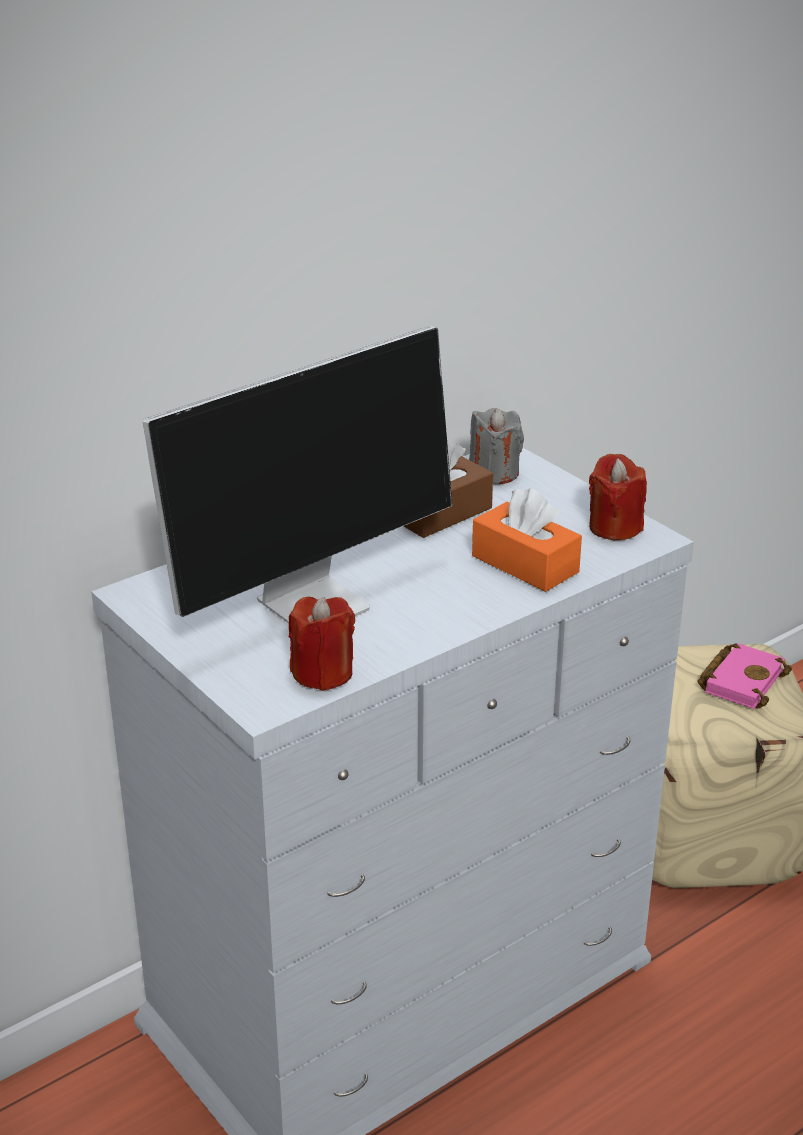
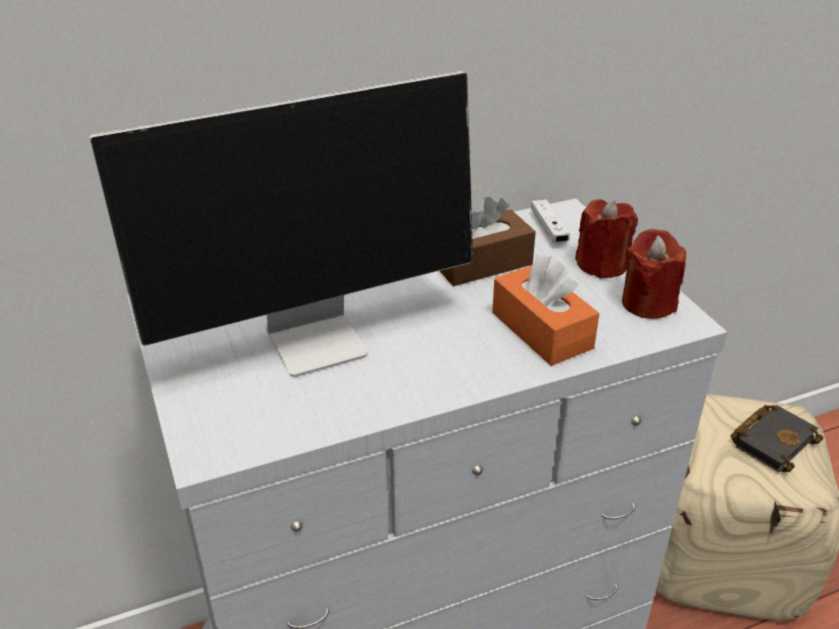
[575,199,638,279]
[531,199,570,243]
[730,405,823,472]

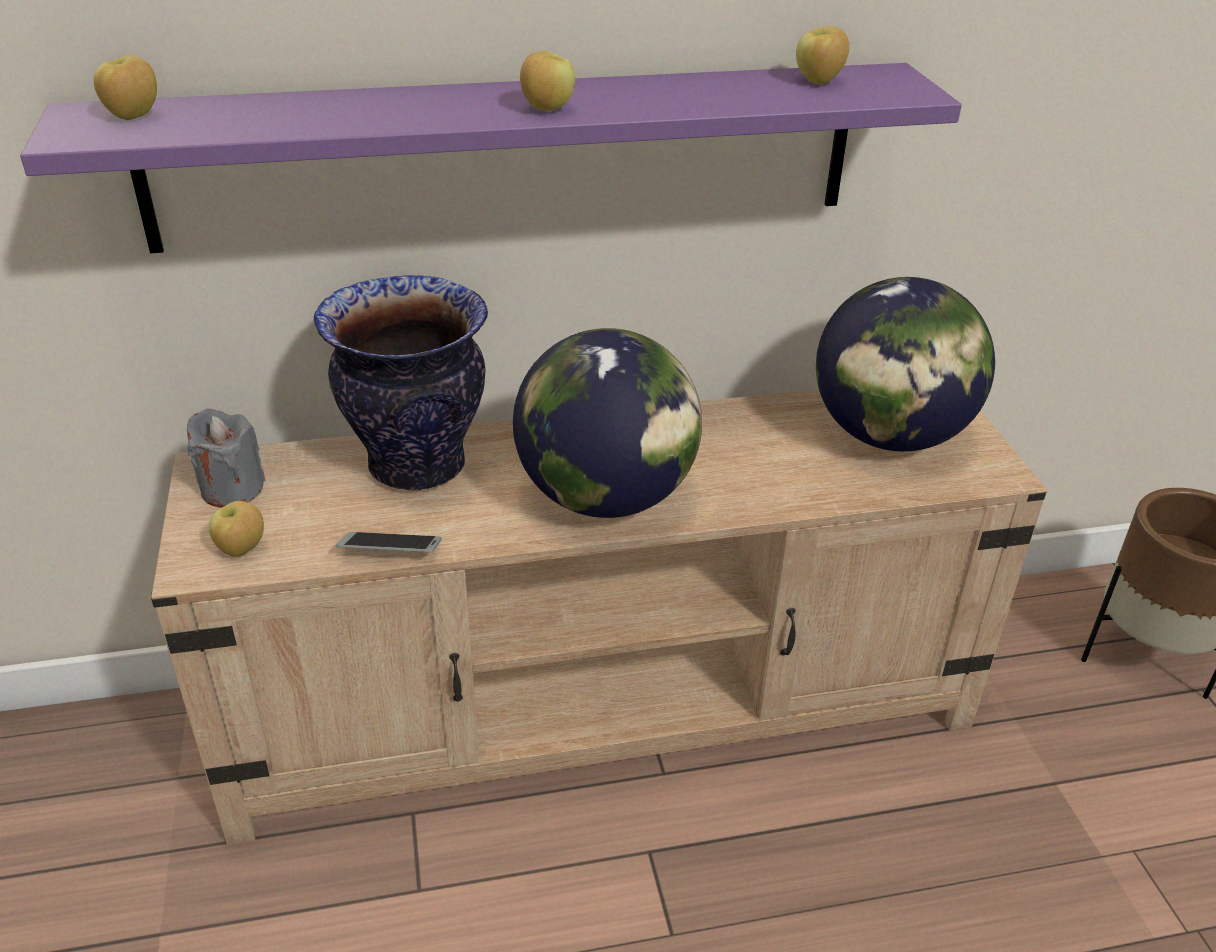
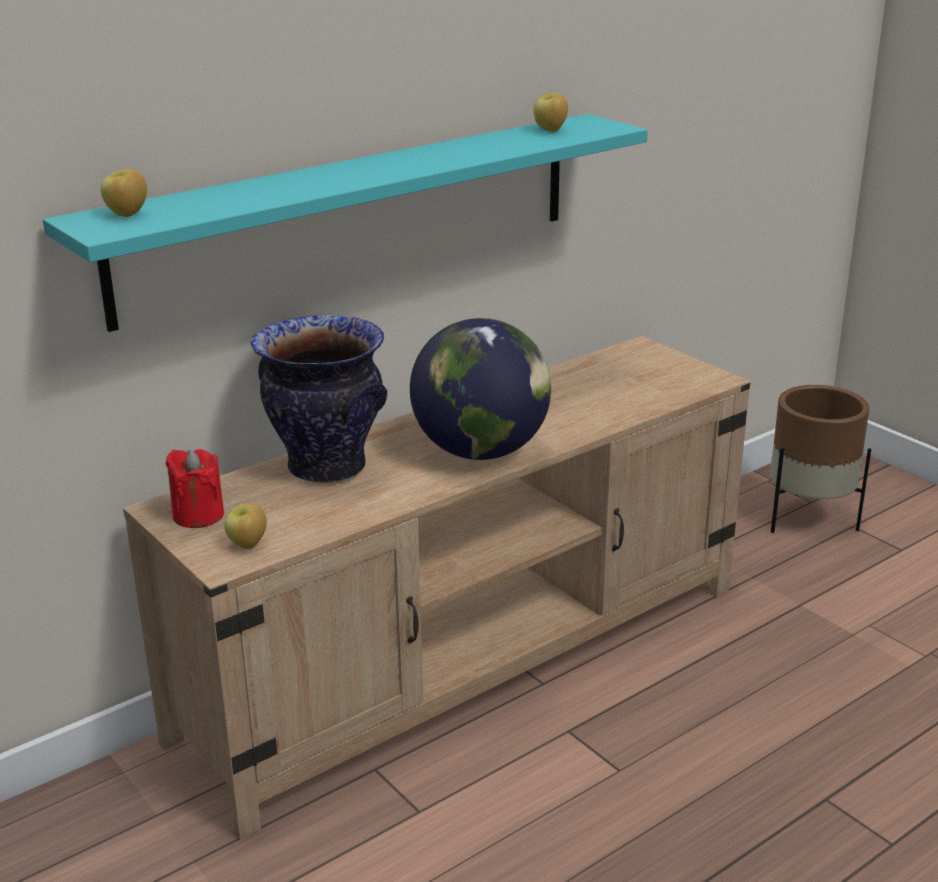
[43,114,648,332]
[165,449,224,528]
[336,532,442,552] (first image)
[520,51,575,111] (first image)
[816,277,995,451] (first image)

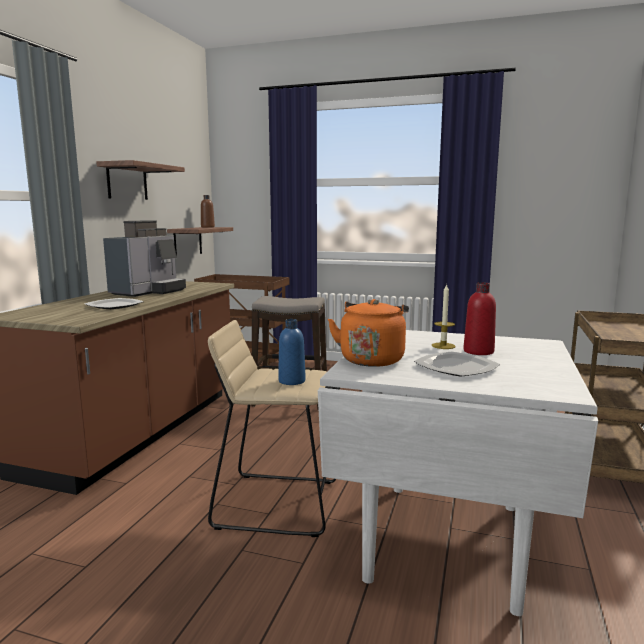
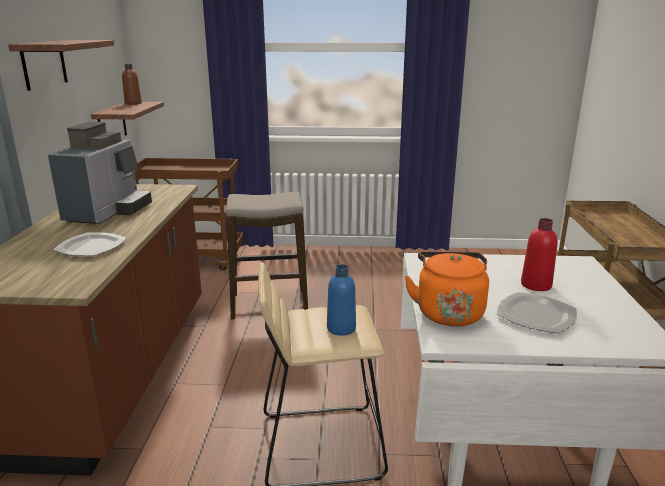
[432,284,456,349] (first image)

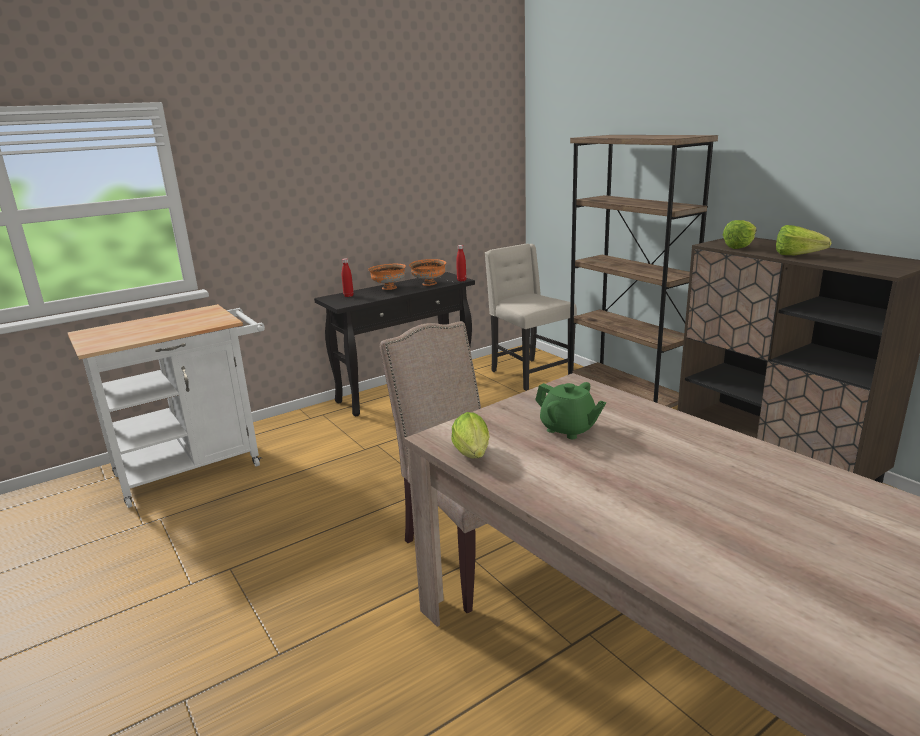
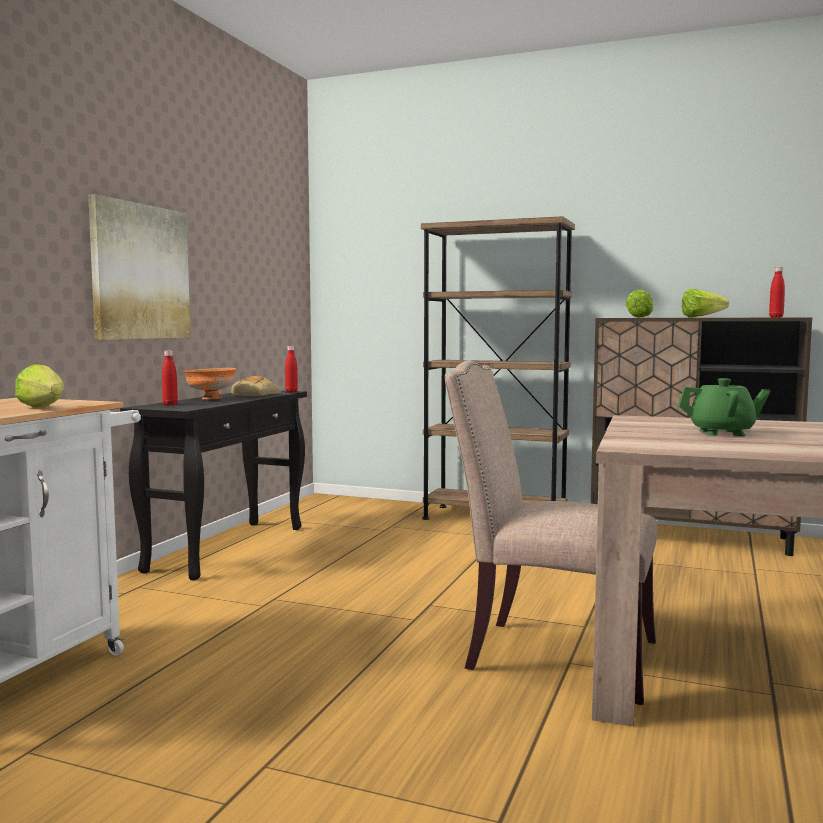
[231,376,281,396]
[15,364,64,408]
[485,244,577,391] (first image)
[88,194,190,340]
[769,267,785,317]

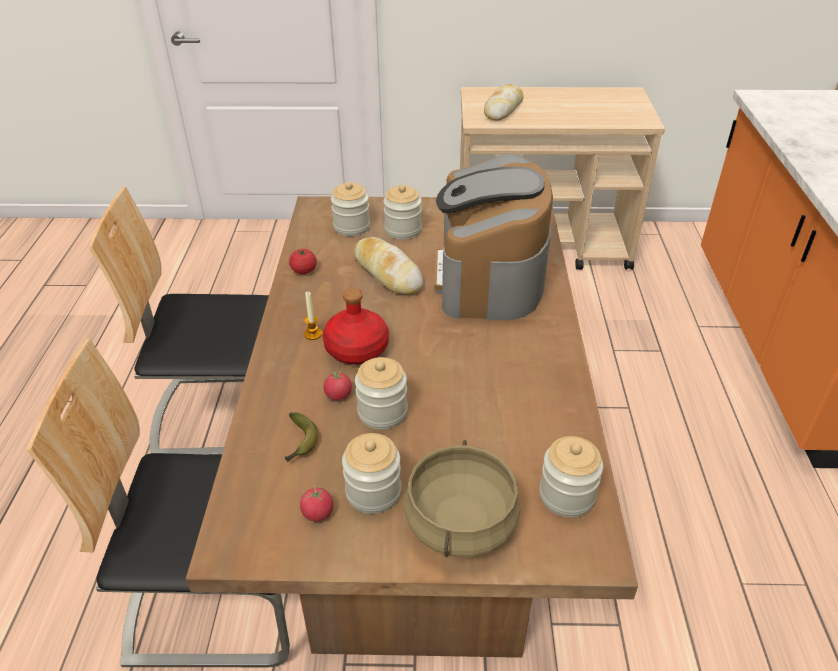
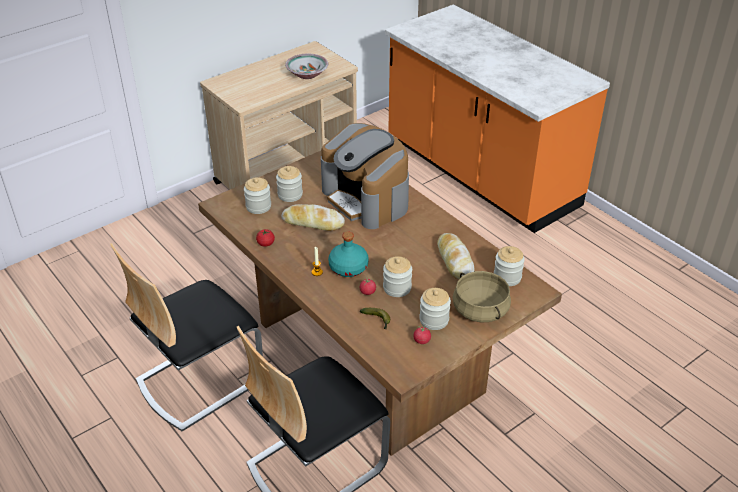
[328,232,369,277]
[437,233,475,279]
[285,53,328,79]

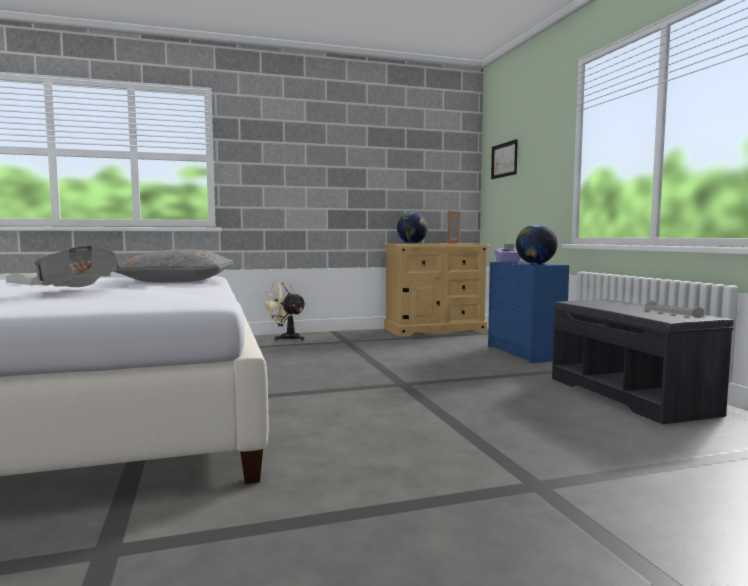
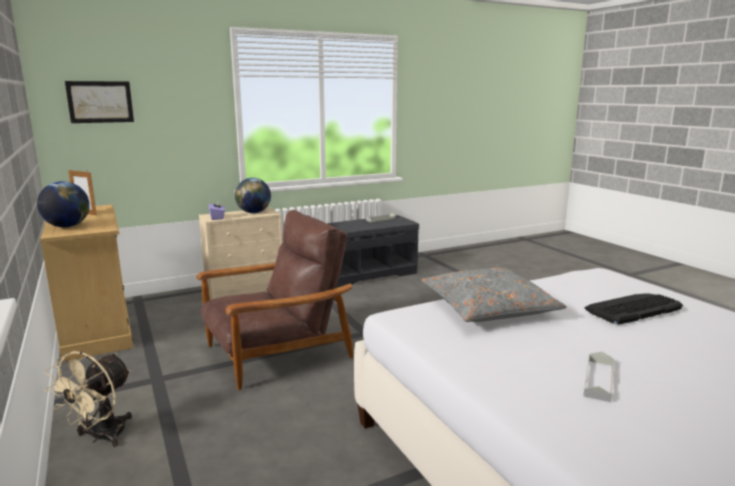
[584,293,683,324]
[199,207,282,300]
[196,210,353,390]

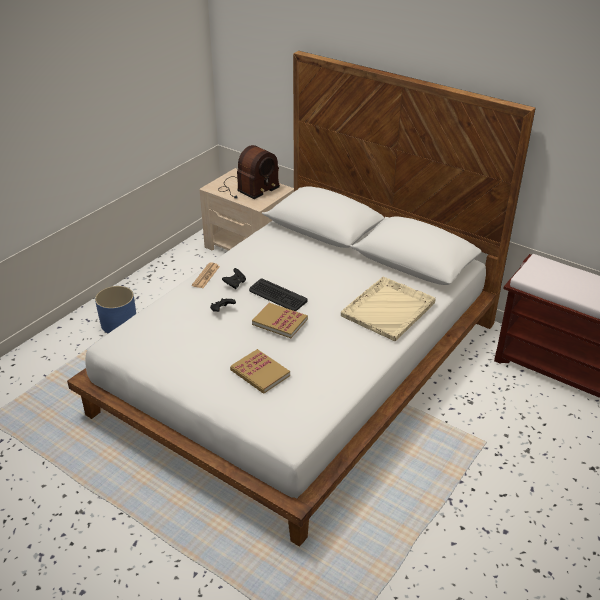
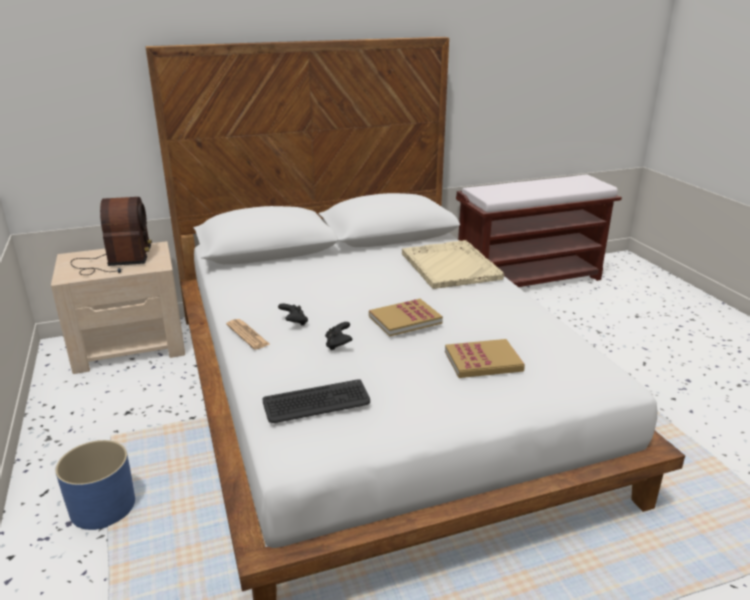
[262,379,370,423]

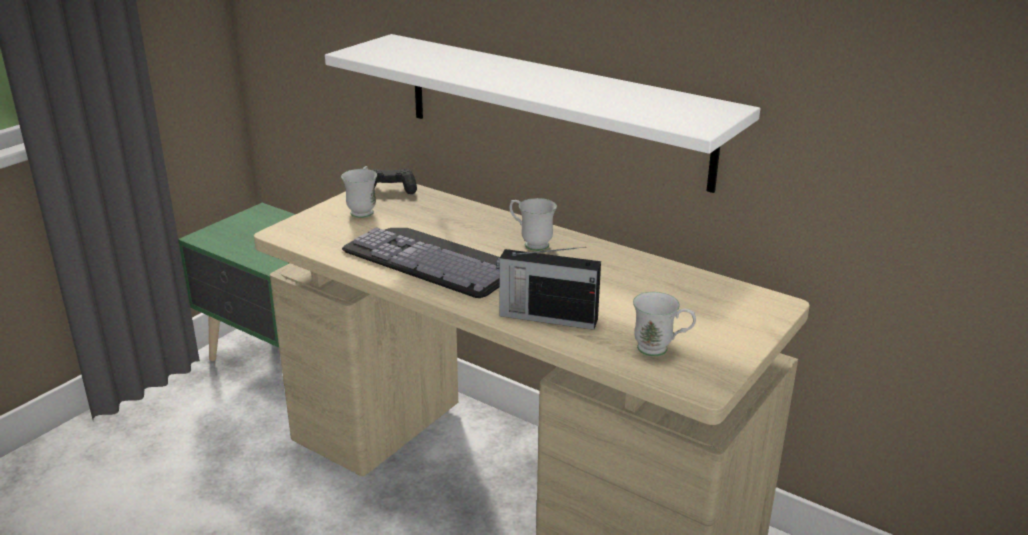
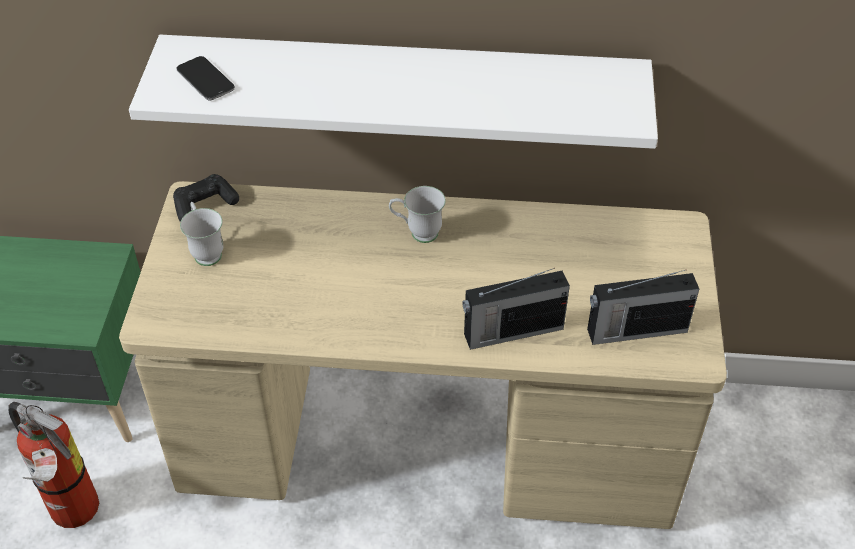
[342,227,499,298] (first image)
[587,270,699,345]
[8,402,99,528]
[176,56,235,100]

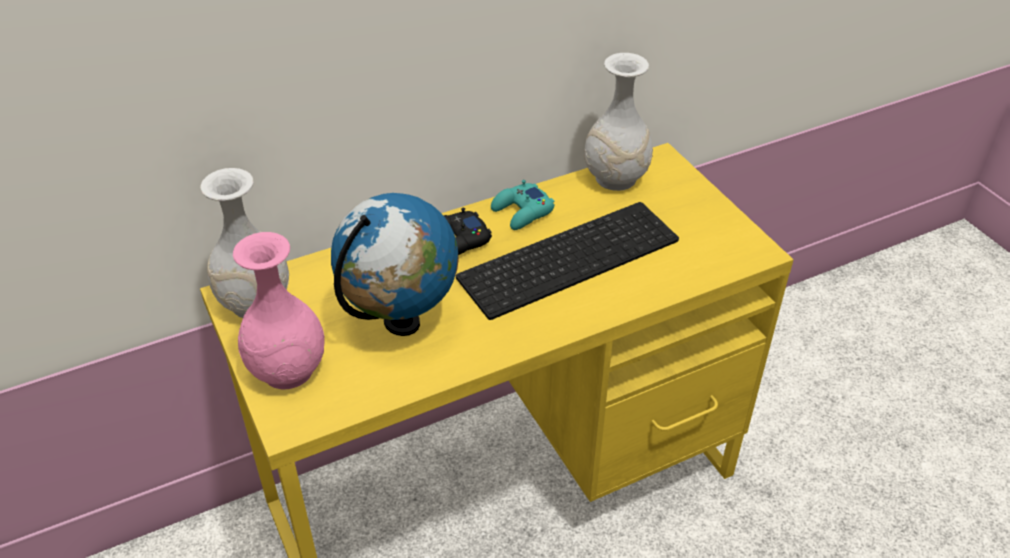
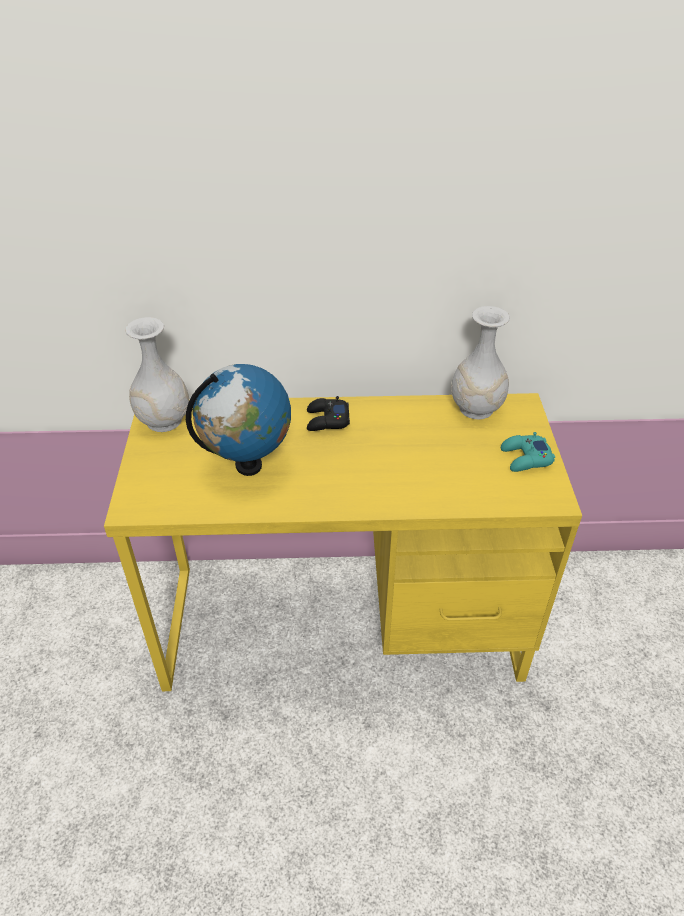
[233,232,325,389] (first image)
[456,202,679,320] (first image)
[501,432,555,472]

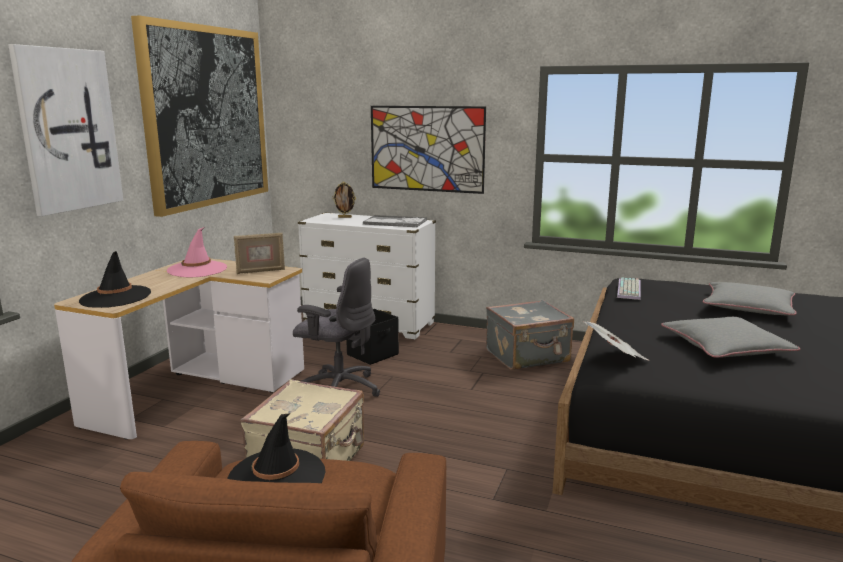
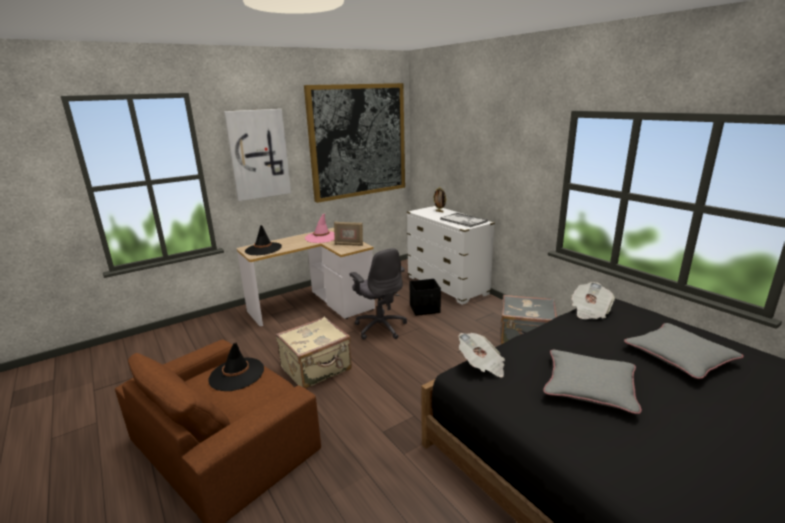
[371,106,486,194] (first image)
[571,282,615,319]

